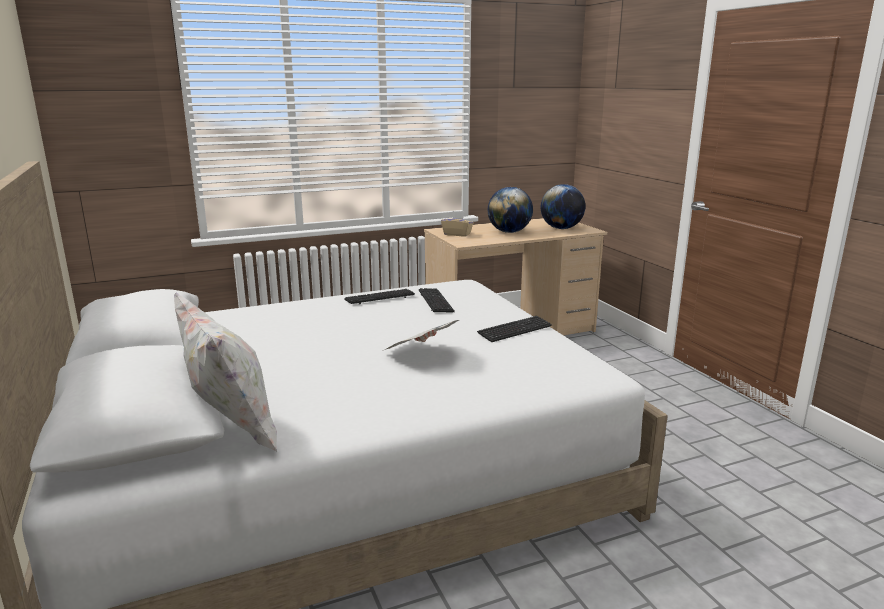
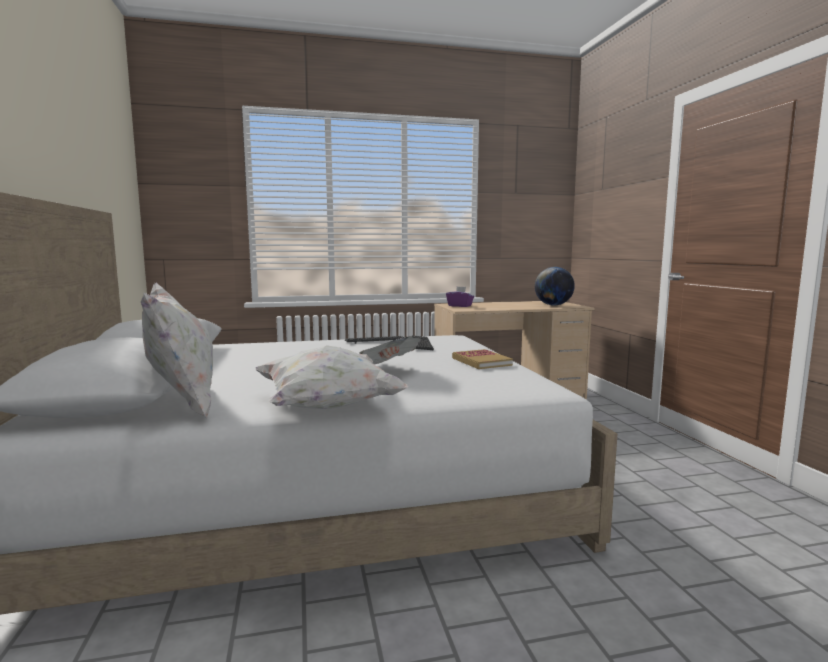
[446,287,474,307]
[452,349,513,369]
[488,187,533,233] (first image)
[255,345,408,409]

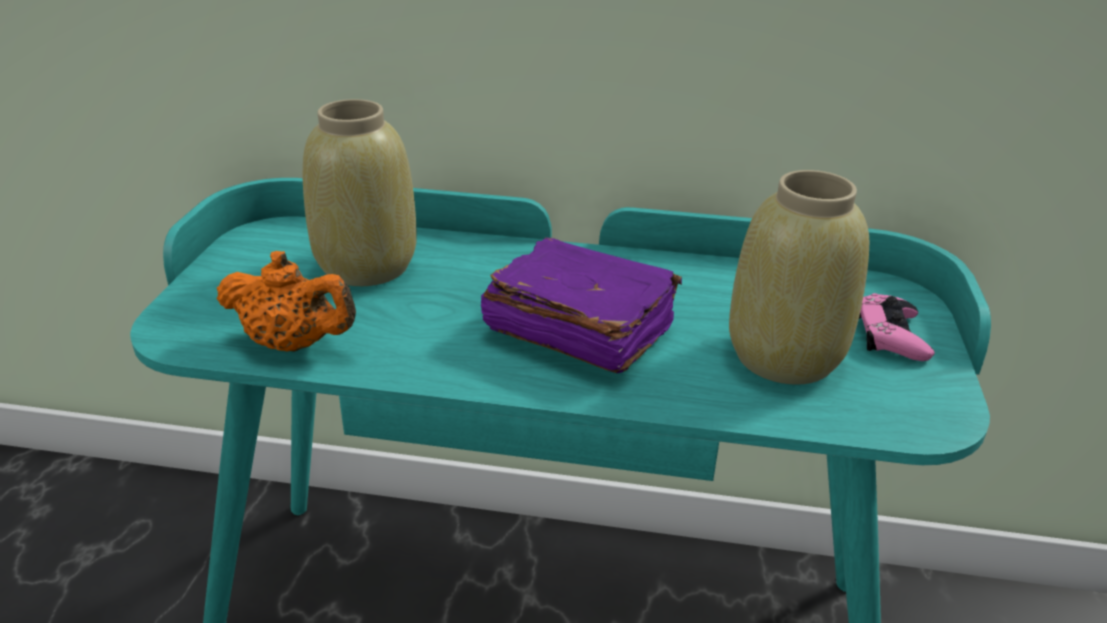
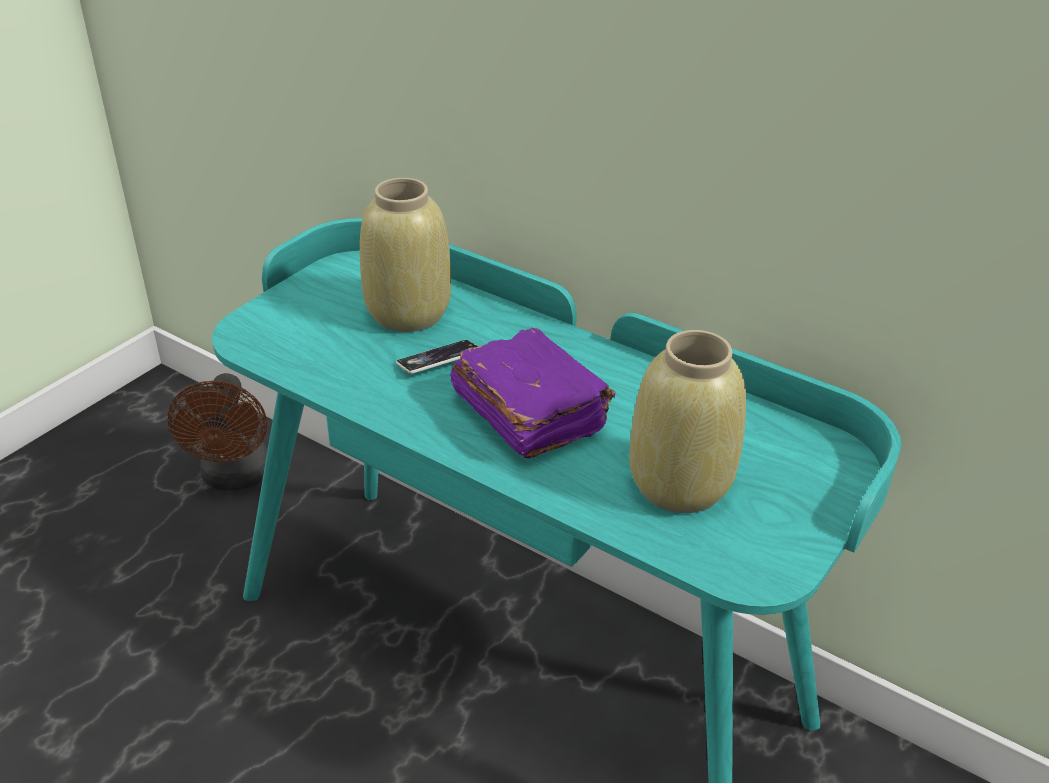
[217,251,356,352] (first image)
[859,293,935,361] (first image)
[168,373,268,490]
[396,340,478,374]

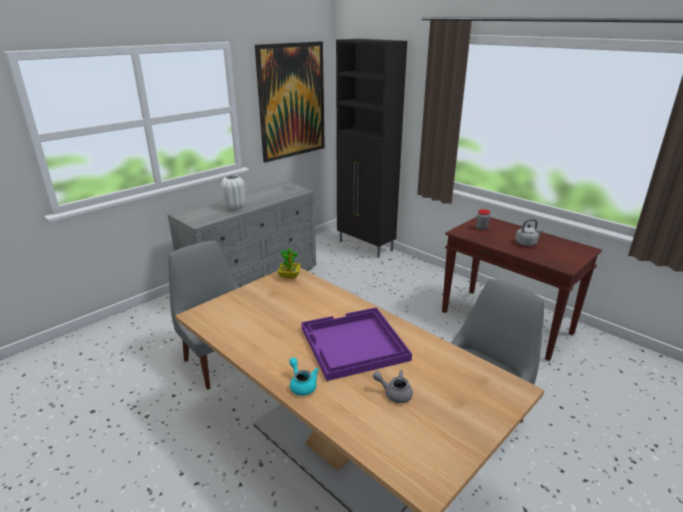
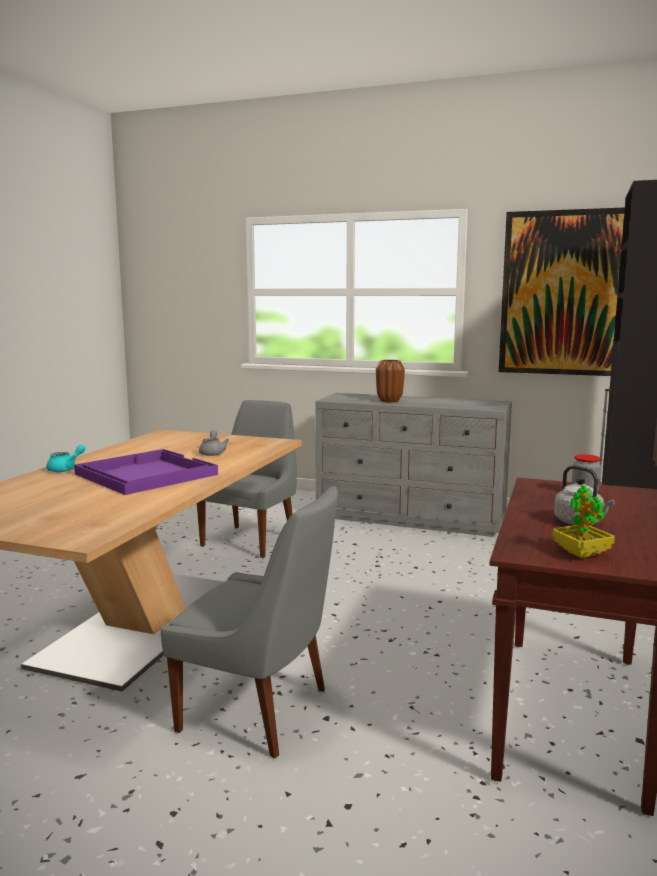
[376,360,405,403]
[552,485,615,558]
[199,430,230,456]

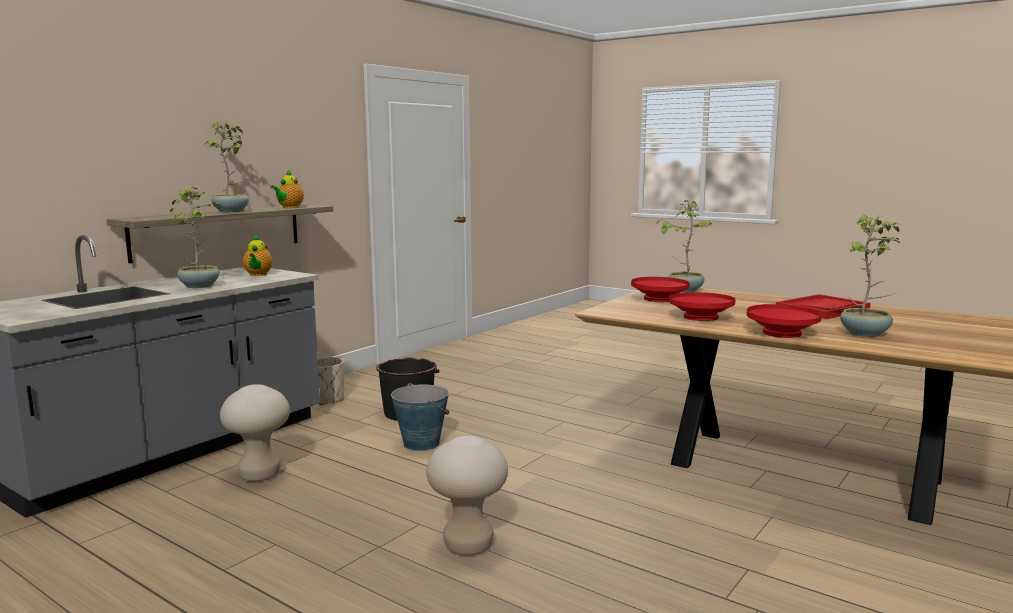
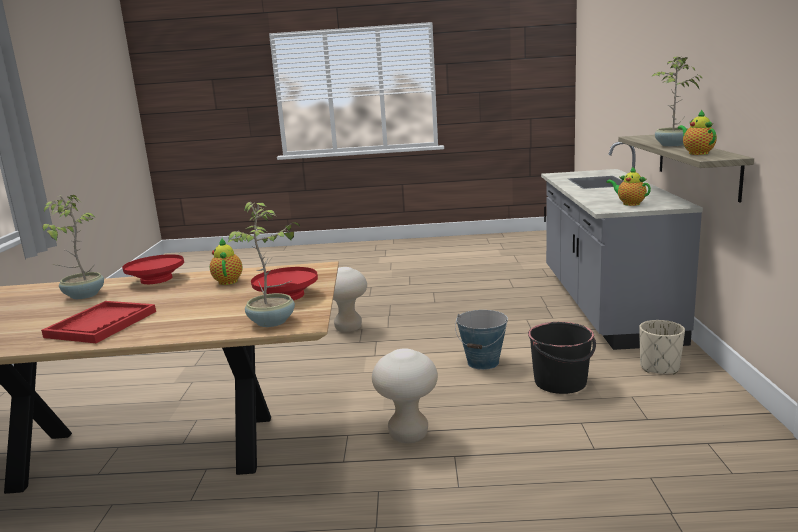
[170,187,222,288] (first image)
[372,348,438,443]
[210,238,243,285]

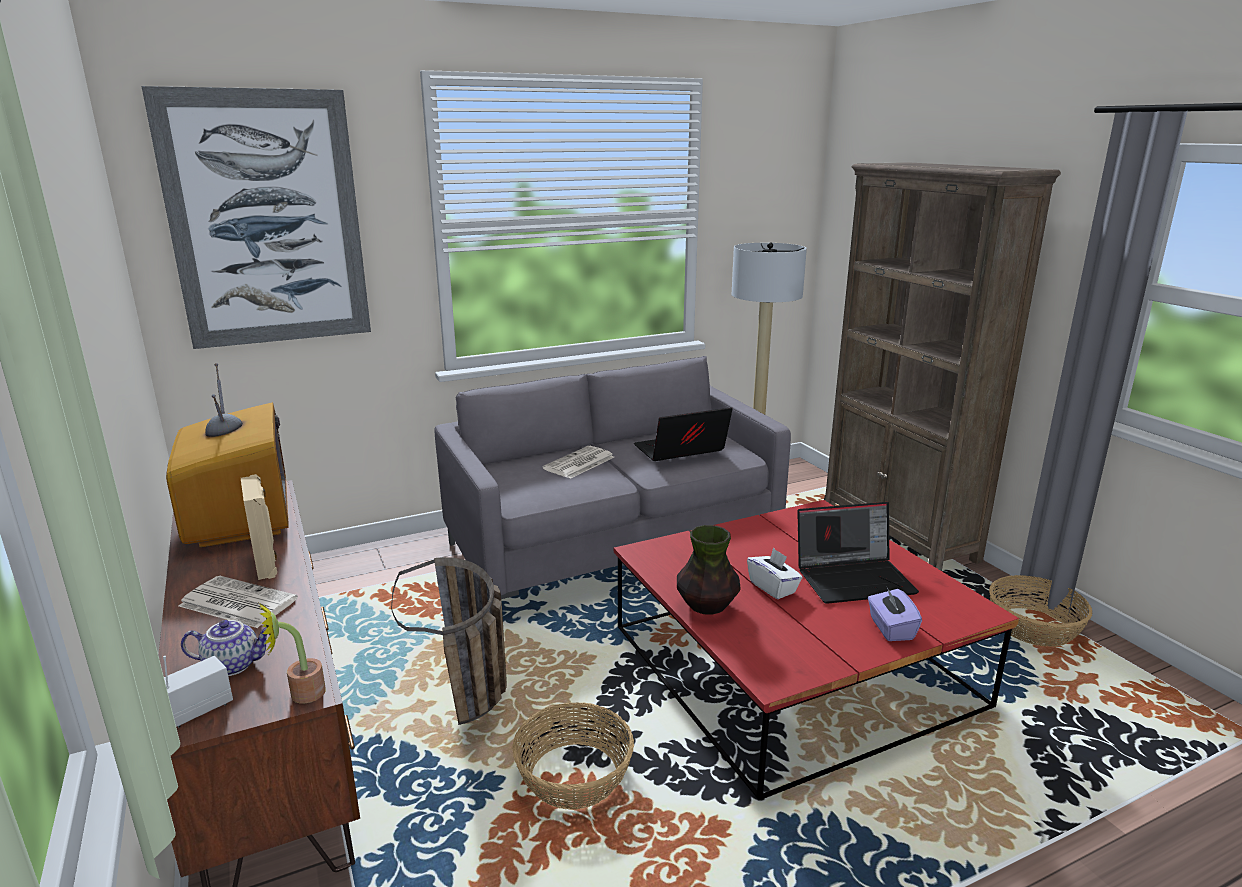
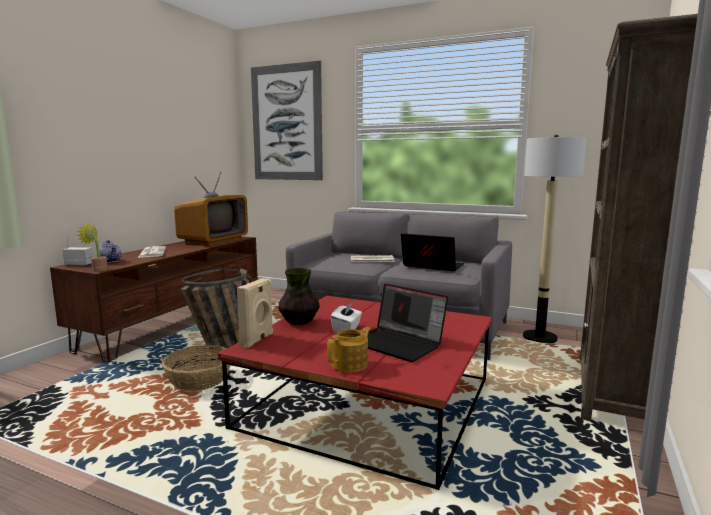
[237,278,273,348]
[327,327,371,372]
[989,575,1092,647] (first image)

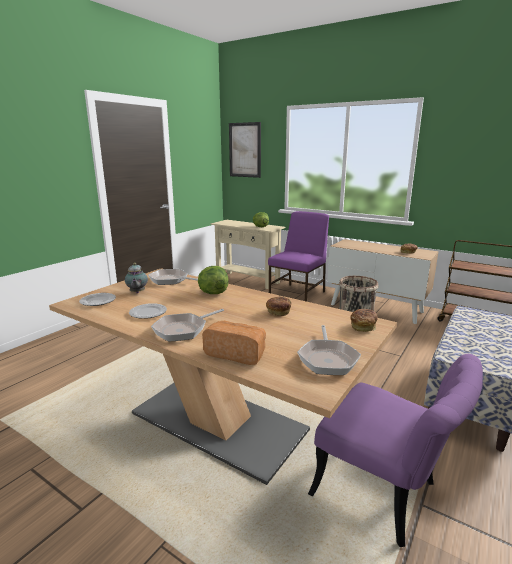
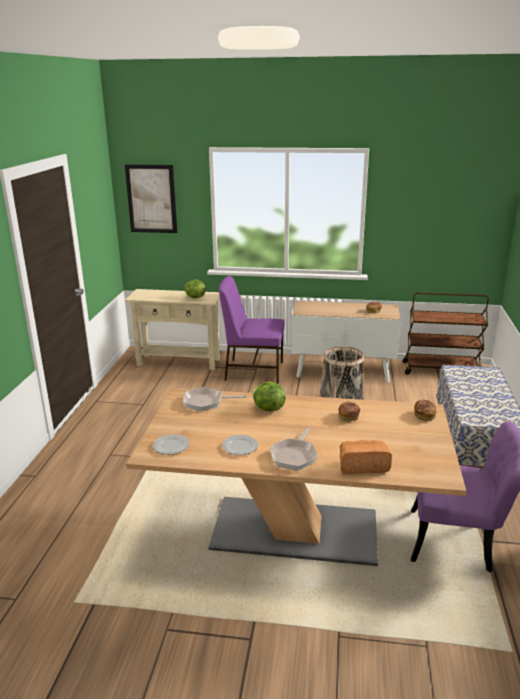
[125,263,148,293] (first image)
[219,276,285,383]
[297,325,361,375] (first image)

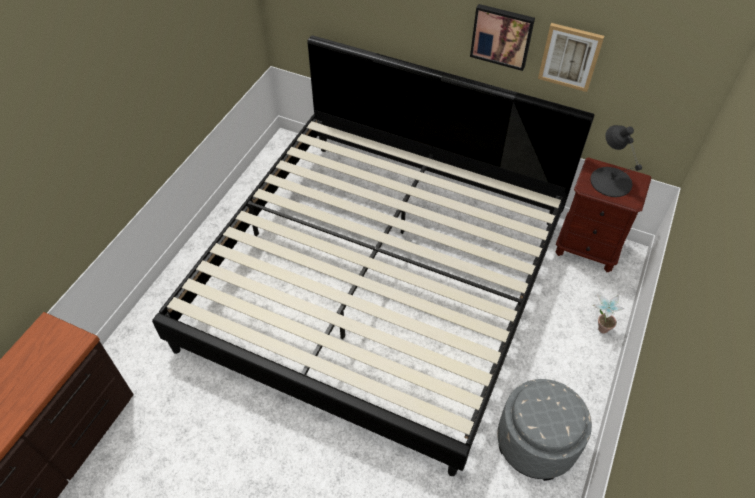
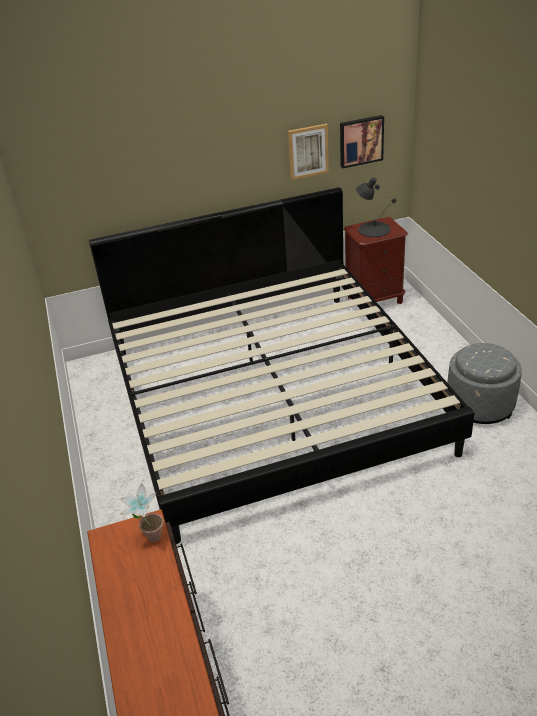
[340,115,384,168]
[119,483,163,542]

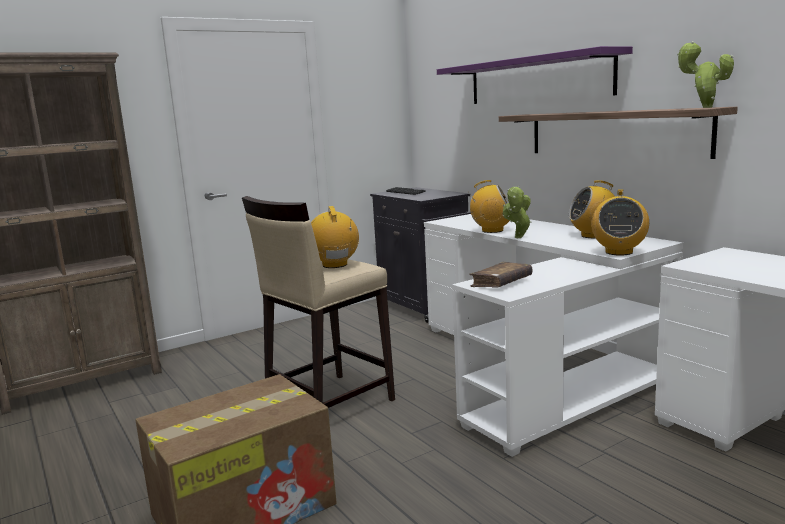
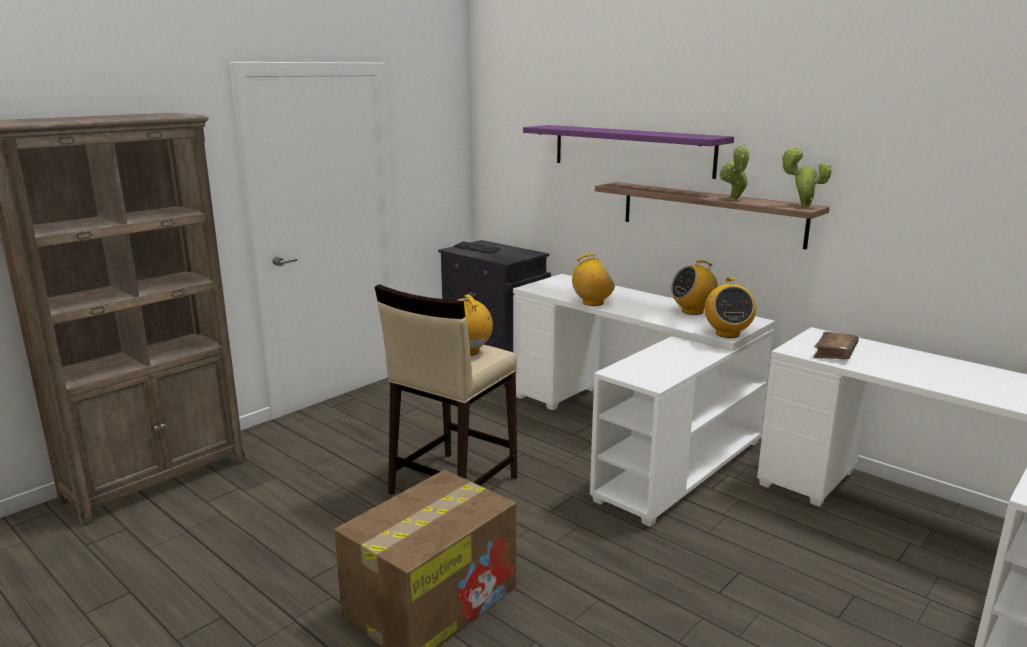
[814,331,859,359]
[720,145,750,200]

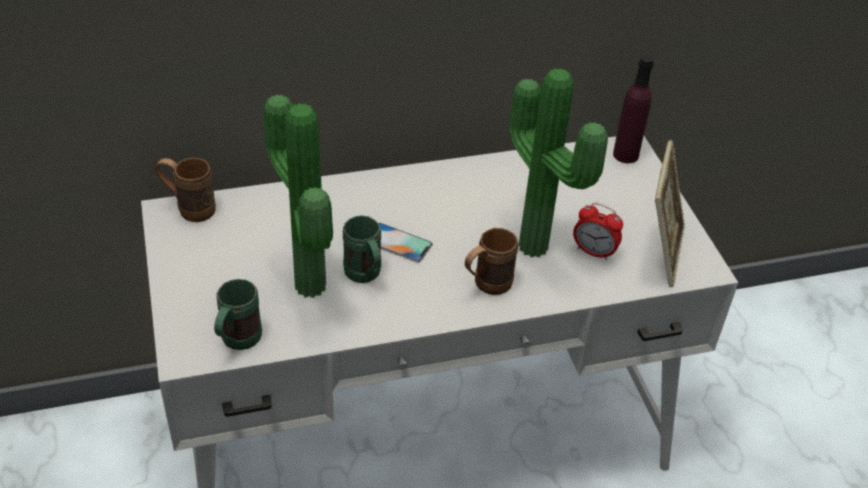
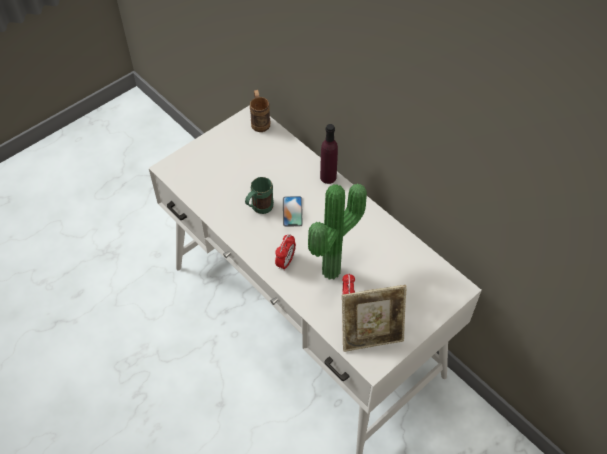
[214,279,262,350] (first image)
[264,95,333,298] (first image)
[275,234,296,271]
[320,124,338,184]

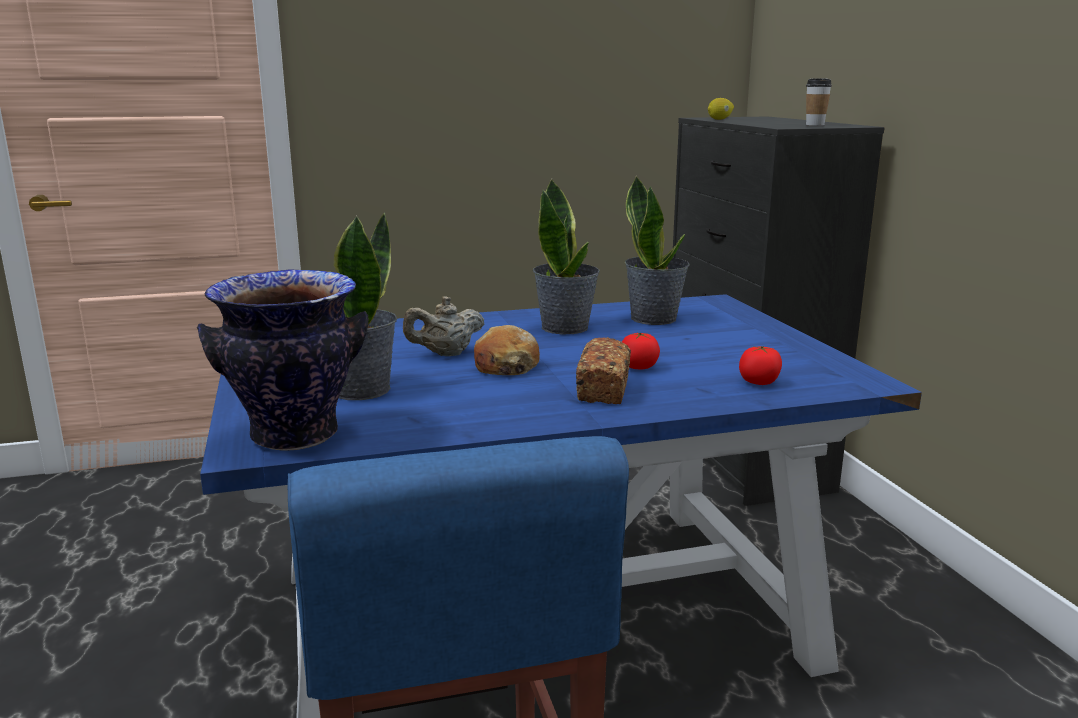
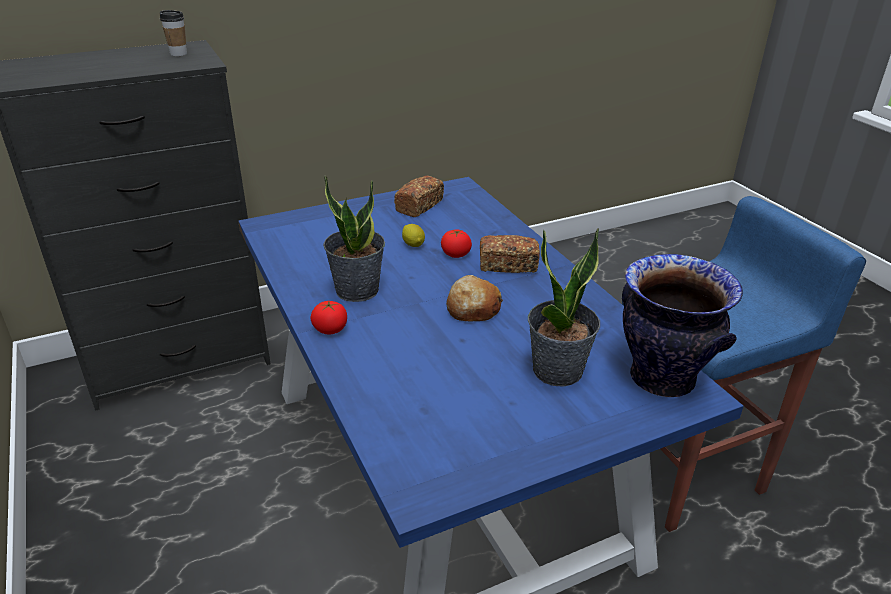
[403,296,485,356] (first image)
[625,175,690,325] (first image)
[402,224,425,247]
[310,301,347,334]
[394,175,444,217]

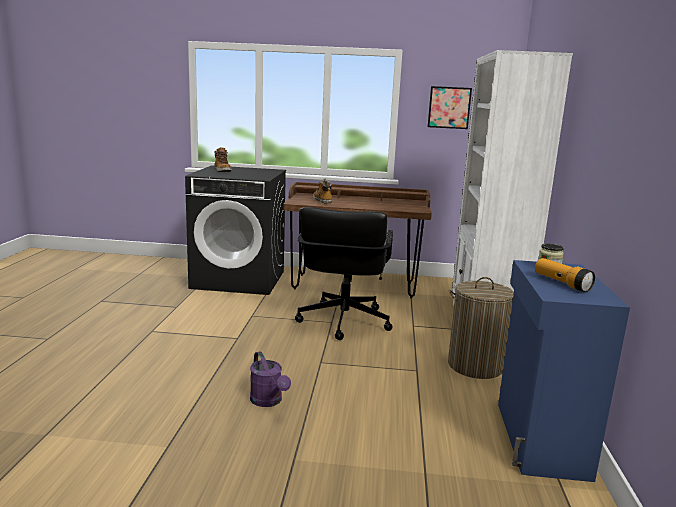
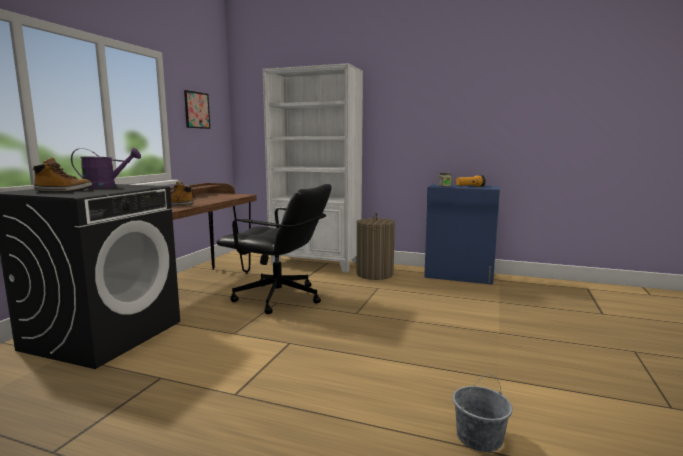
[71,148,141,189]
[453,374,513,452]

